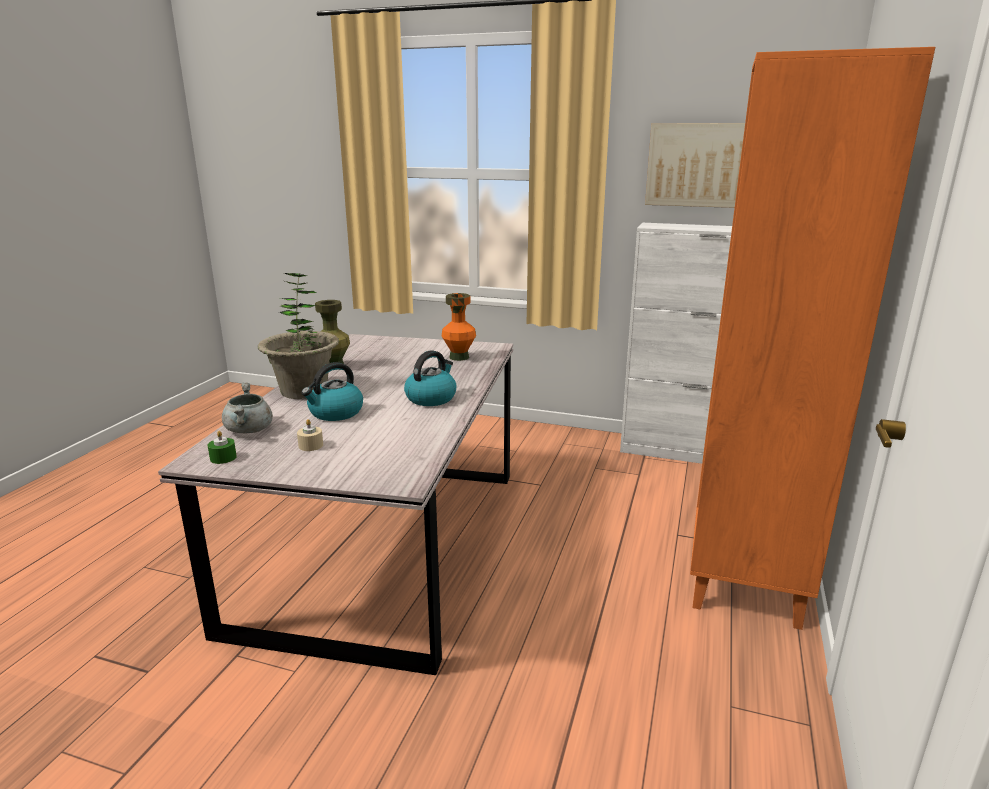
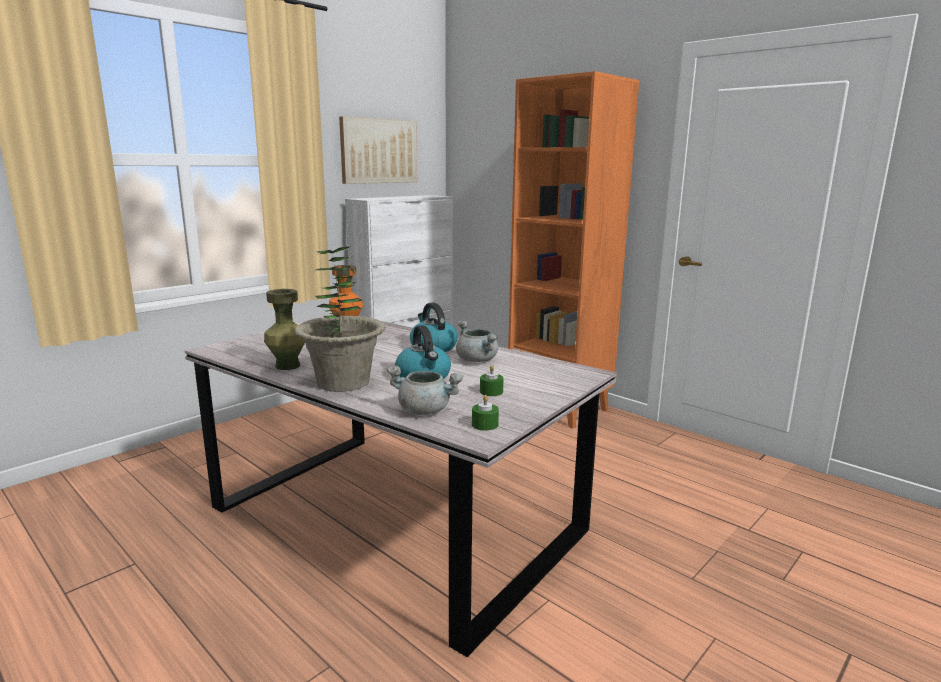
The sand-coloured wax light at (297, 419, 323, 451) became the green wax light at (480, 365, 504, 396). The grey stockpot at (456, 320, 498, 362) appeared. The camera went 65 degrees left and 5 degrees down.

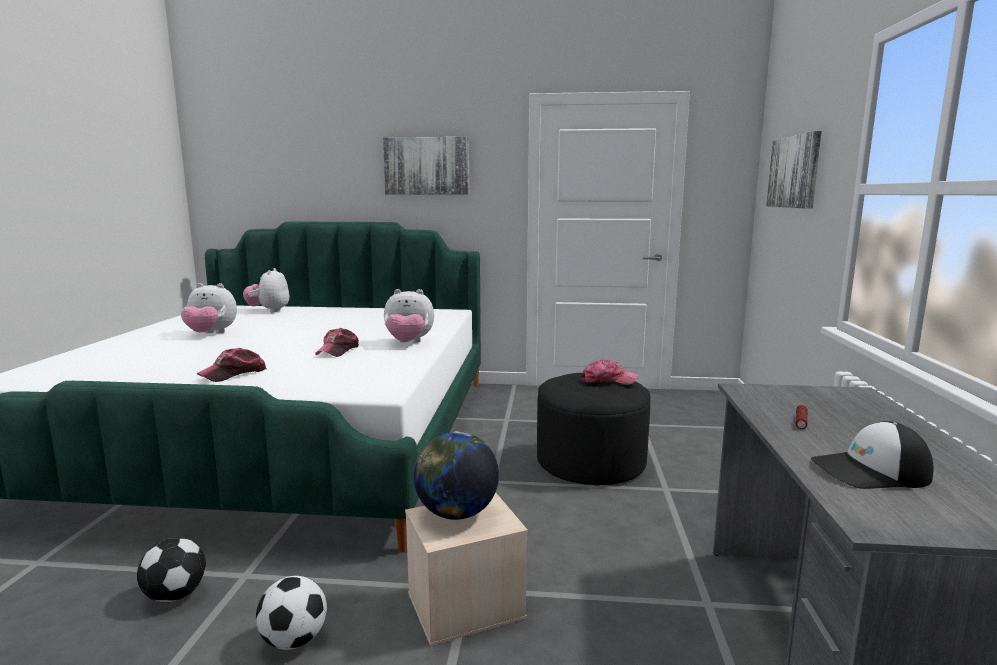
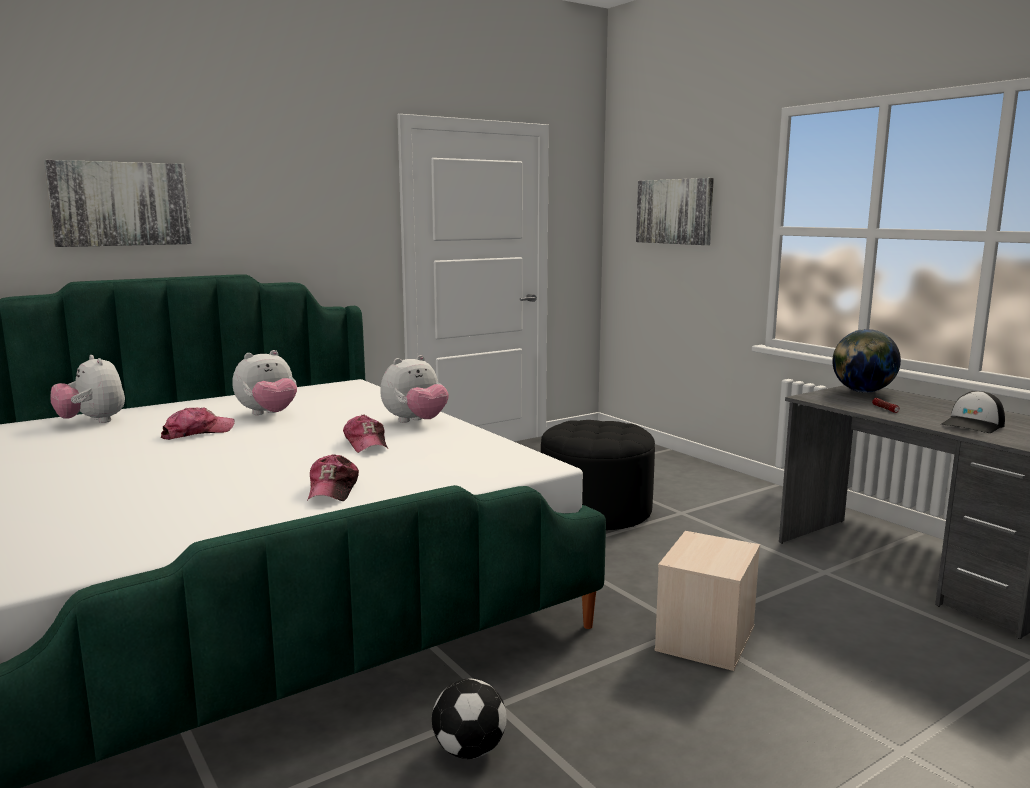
The wall art moved from (383, 137, 469, 194) to (44, 160, 192, 247). The cuddly toy moved from (181, 283, 237, 333) to (232, 350, 297, 415). The peaked cap moved from (581, 360, 638, 385) to (161, 408, 235, 440). The globe moved from (414, 431, 499, 520) to (832, 329, 901, 393). The ball for football at (256, 576, 327, 650) disappeared. The camera went 40 degrees left and 0 degrees up.

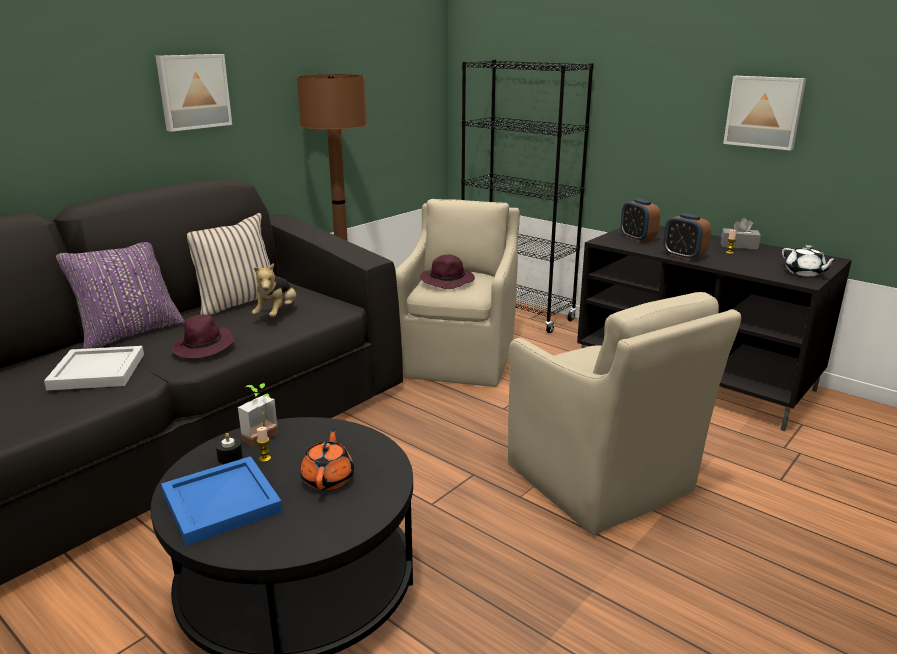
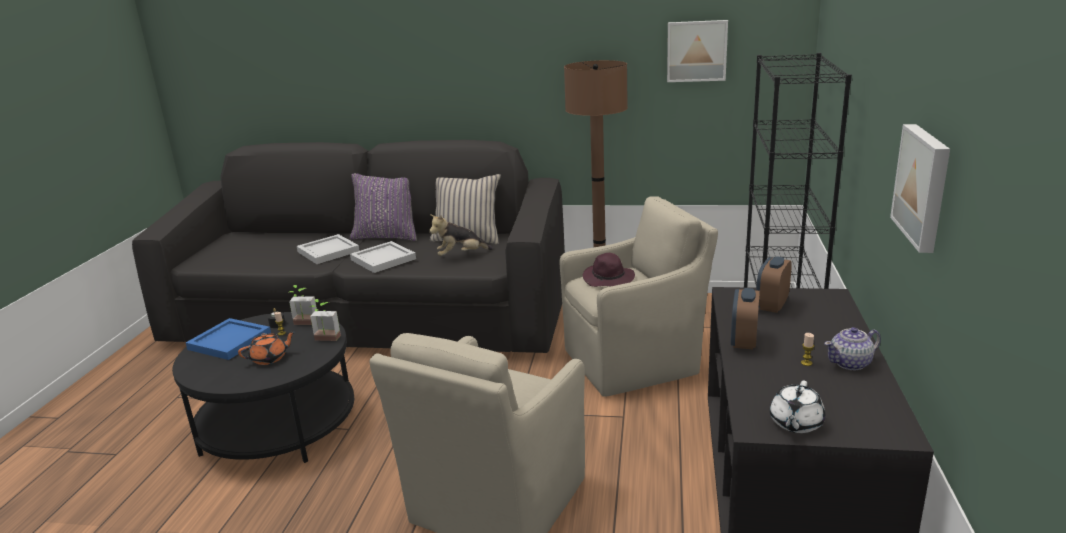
The wall art moved from (156, 54, 232, 132) to (667, 20, 728, 82). The grey box of tissues at (721, 218, 761, 250) was replaced by the pot for tea at (824, 327, 881, 370). The purple hat at (171, 315, 235, 359) was replaced by the whitish serving tray at (350, 241, 416, 273). The potted plant at (310, 299, 341, 341) appeared. The camera went 60 degrees right and 0 degrees up.

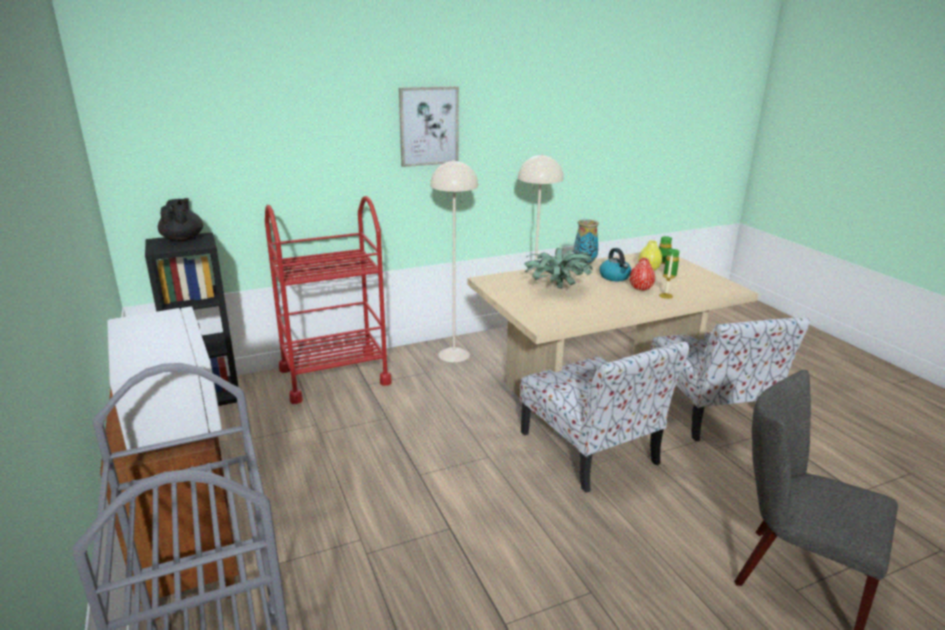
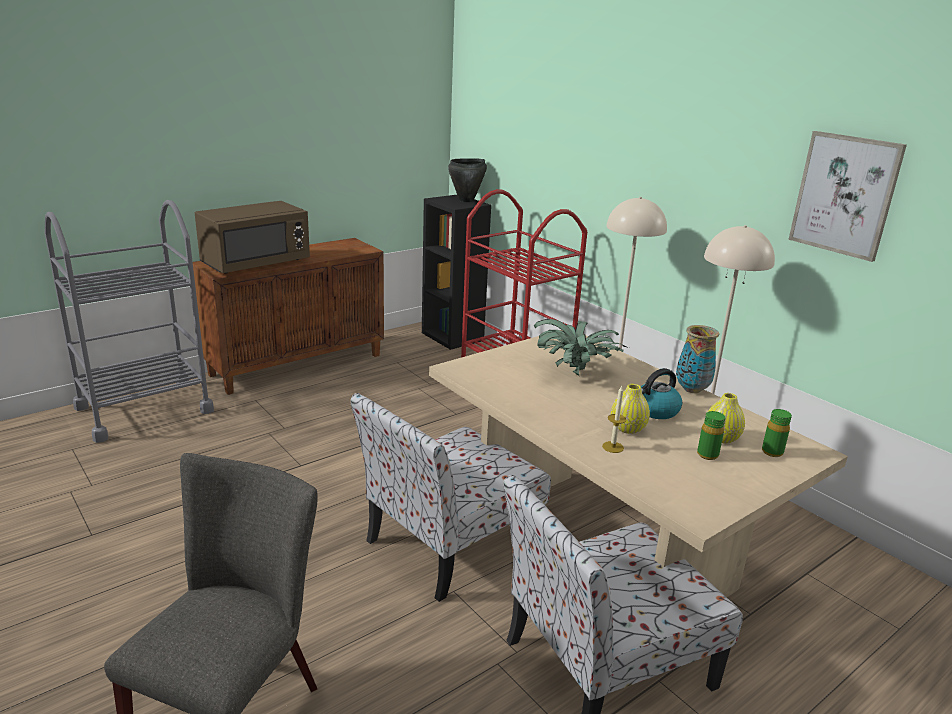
The wall art moved from (399, 86, 459, 167) to (788, 131, 907, 262). The blackish pot for tea at (158, 198, 203, 241) was replaced by the blackish stockpot at (448, 159, 487, 202). The red-coloured vase at (629, 258, 655, 291) became the yellow-coloured vase at (611, 384, 650, 434). The whitish kitchen microwave at (107, 306, 222, 450) became the brownish kitchen microwave at (195, 201, 310, 274). The camera went 75 degrees right and 0 degrees up.

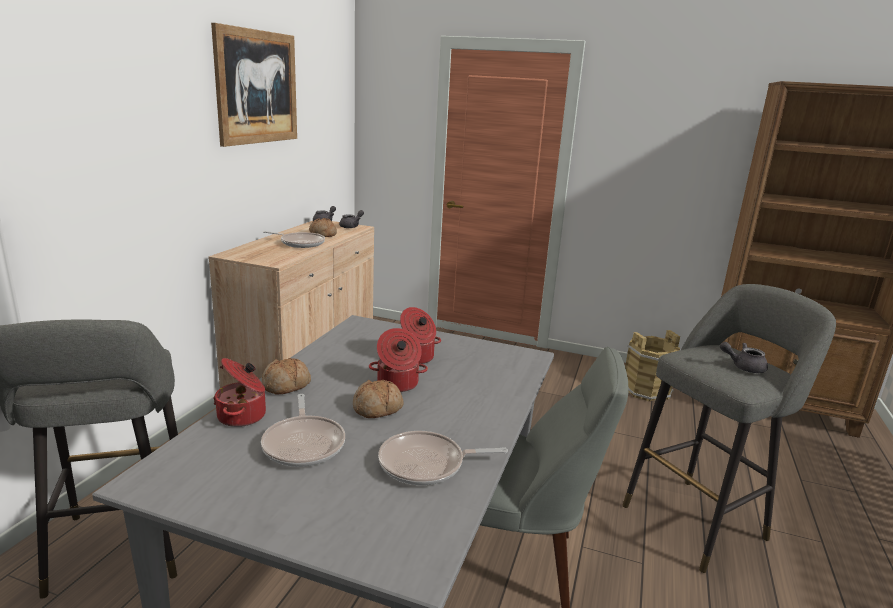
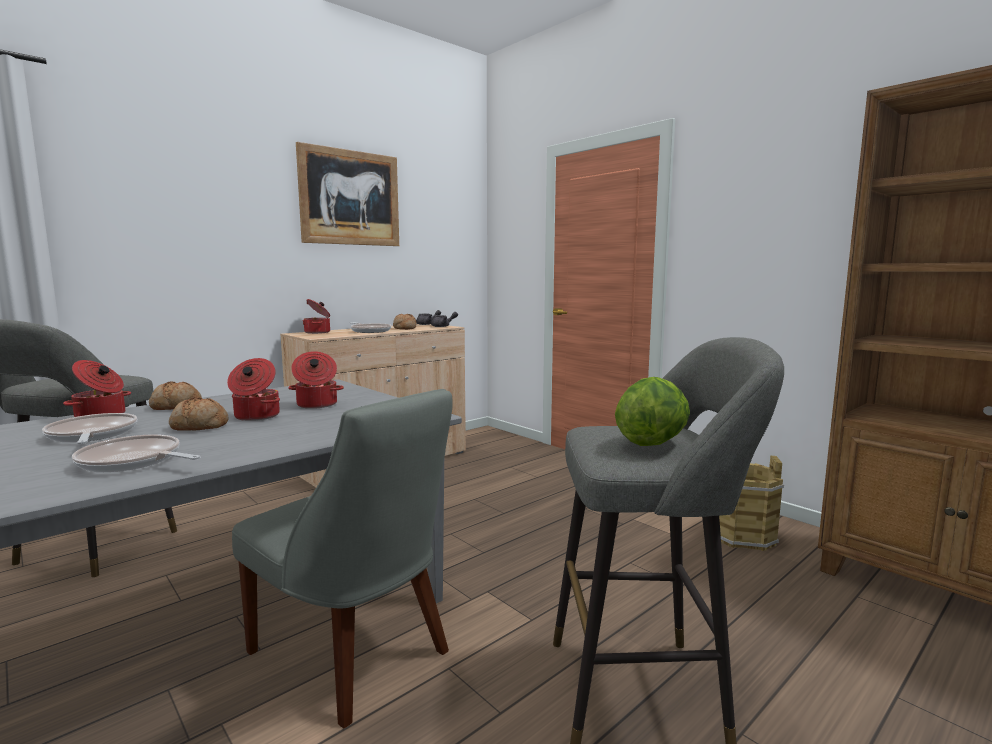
The grey pot for tea at (720, 342, 768, 373) was replaced by the lettuce head at (615, 377, 690, 446). The pan at (261, 394, 345, 467) turned 135 degrees clockwise. The stockpot at (303, 299, 330, 334) appeared. The camera went 30 degrees right and 10 degrees down.

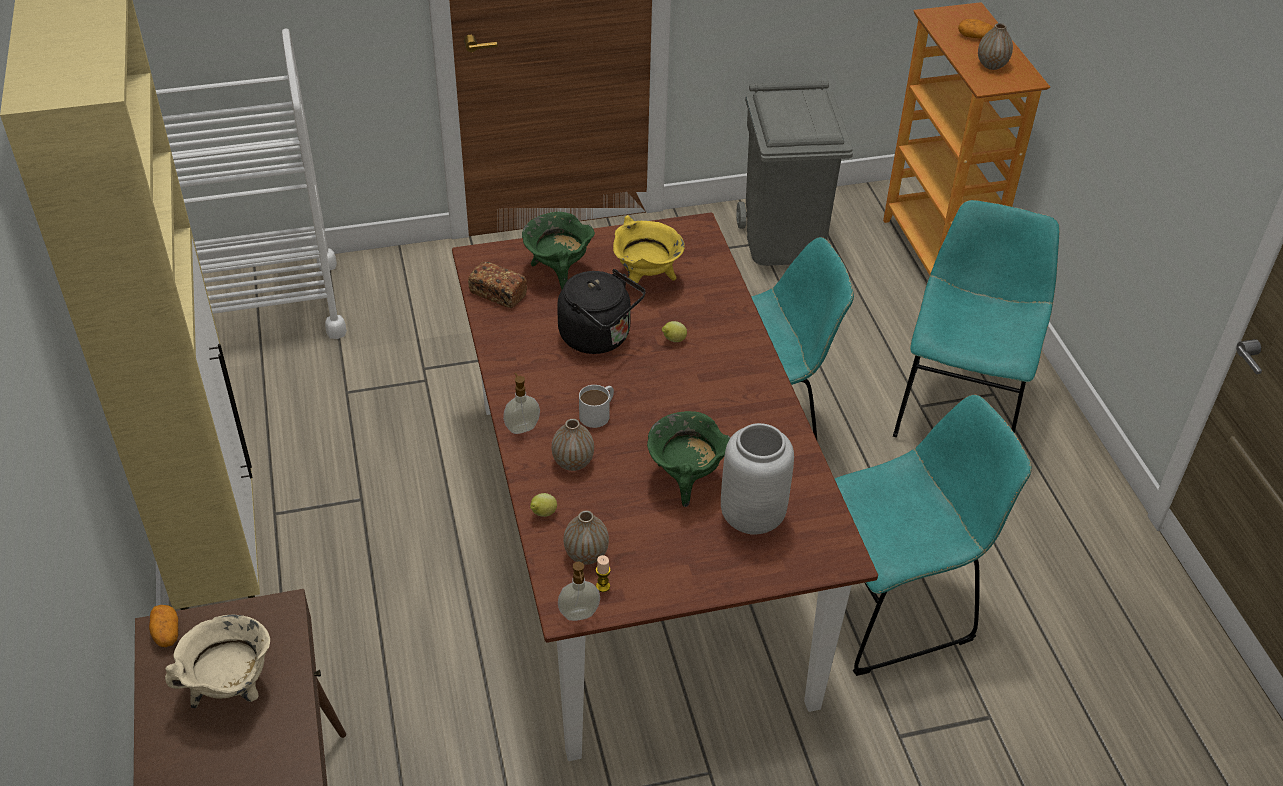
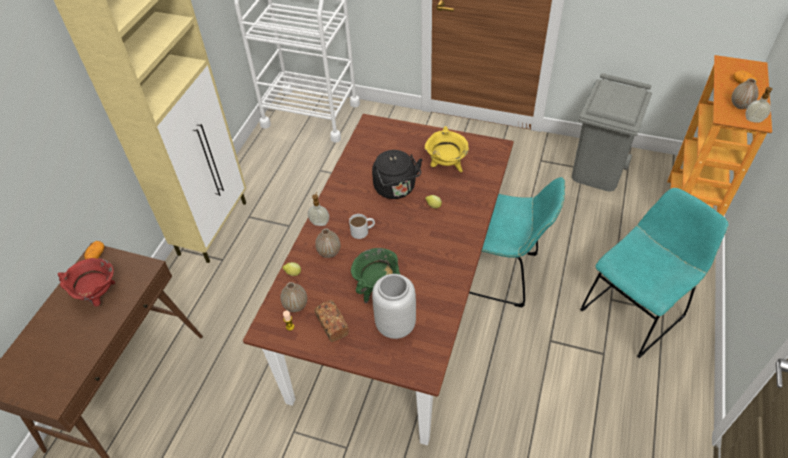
The green stockpot at (522, 212, 595, 290) disappeared. The baked bread moved from (468, 261, 527, 308) to (315, 300, 349, 342). The turquoise plain chair at (835, 395, 1032, 676) disappeared. The soap bottle moved from (558, 562, 600, 621) to (745, 87, 772, 123). The sand-coloured stockpot at (165, 614, 270, 708) became the red-coloured stockpot at (58, 258, 115, 306). The camera went 35 degrees right and 5 degrees up.

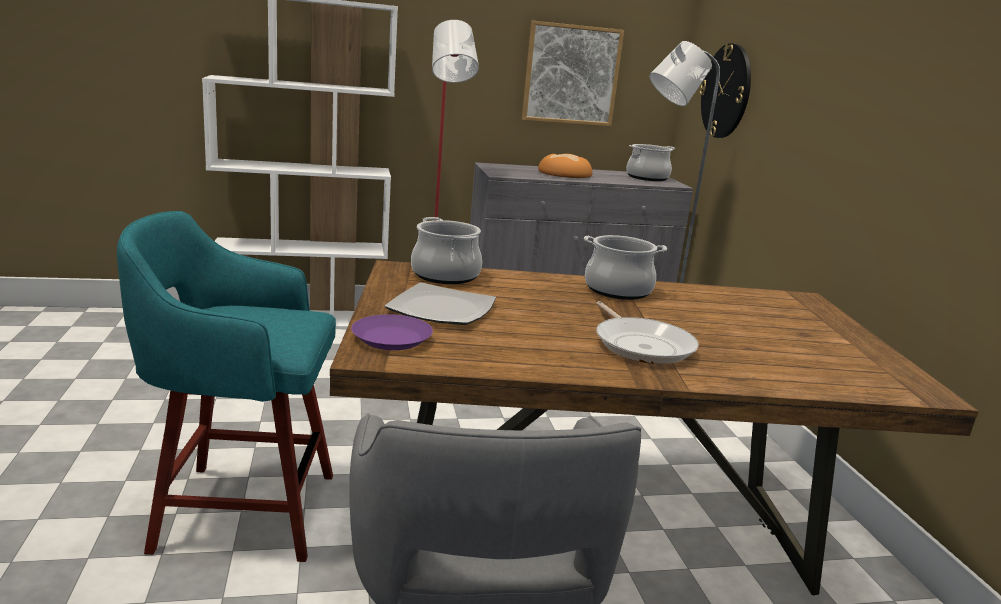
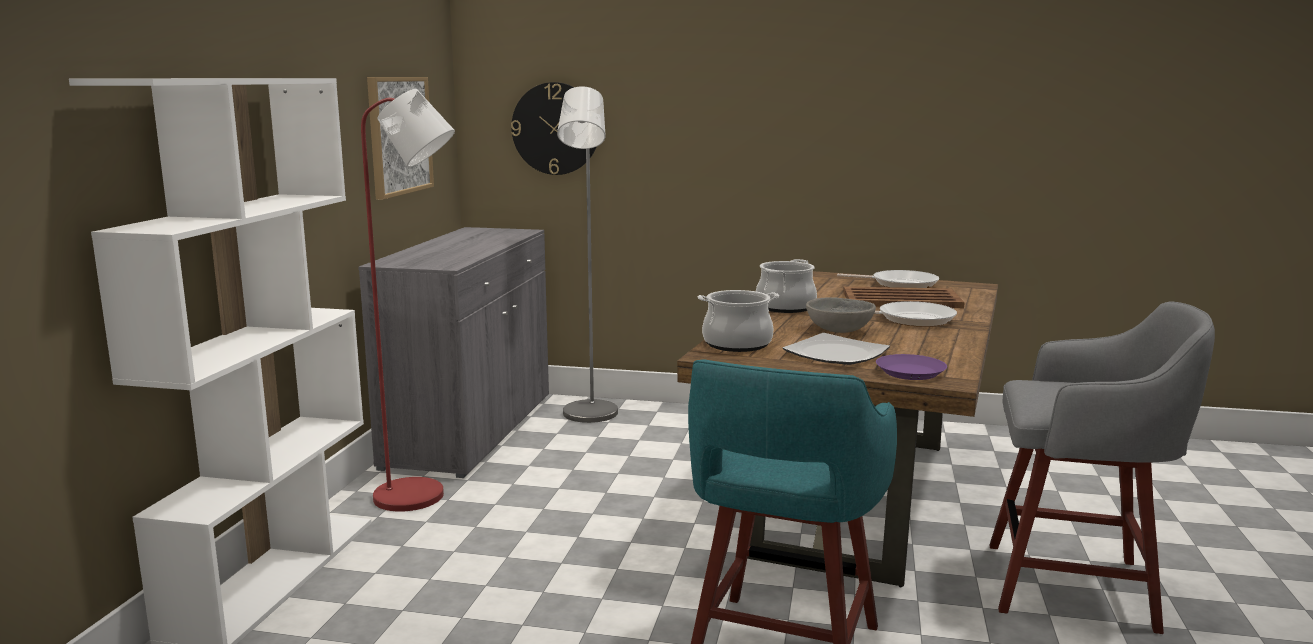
The stockpot at (626, 144, 675, 181) disappeared. The baked bread at (538, 154, 592, 178) disappeared. The pan at (837, 270, 939, 288) appeared. The brownish serving tray at (843, 287, 965, 308) appeared. The grey deep dish at (806, 297, 876, 333) appeared. The camera went 65 degrees left and 5 degrees down.

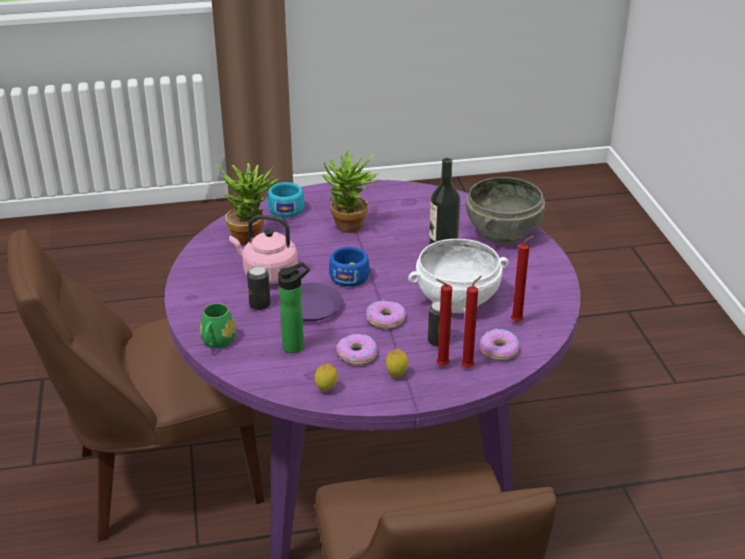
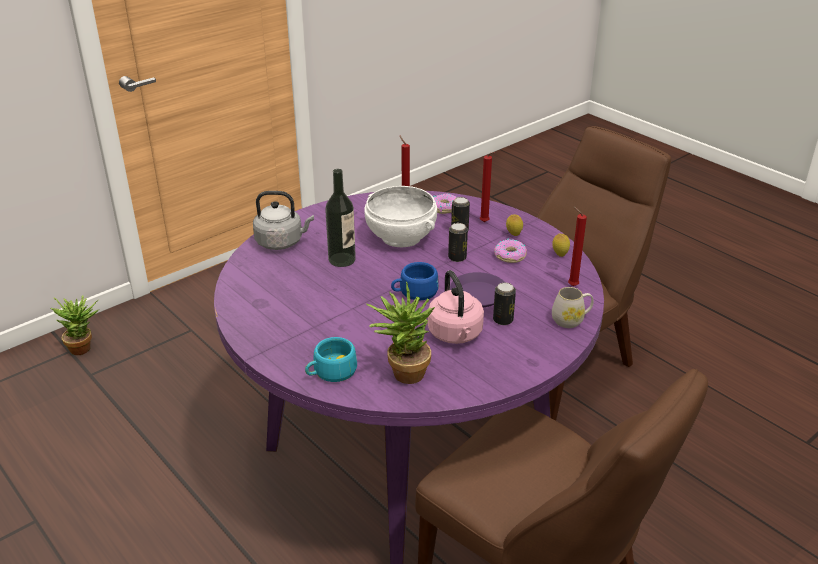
The potted plant moved from (322, 148, 379, 233) to (51, 295, 99, 355). The grey deep dish at (466, 177, 545, 244) was replaced by the grey tea kettle at (253, 191, 314, 250). The bottle at (278, 262, 310, 353) disappeared. The red-coloured wax light moved from (461, 276, 482, 368) to (568, 206, 587, 286). The donut at (366, 300, 406, 329) was replaced by the can at (448, 223, 468, 262). The green coffee mug at (200, 303, 236, 348) became the whitish coffee mug at (552, 287, 594, 328). The camera went 120 degrees left and 0 degrees up.

